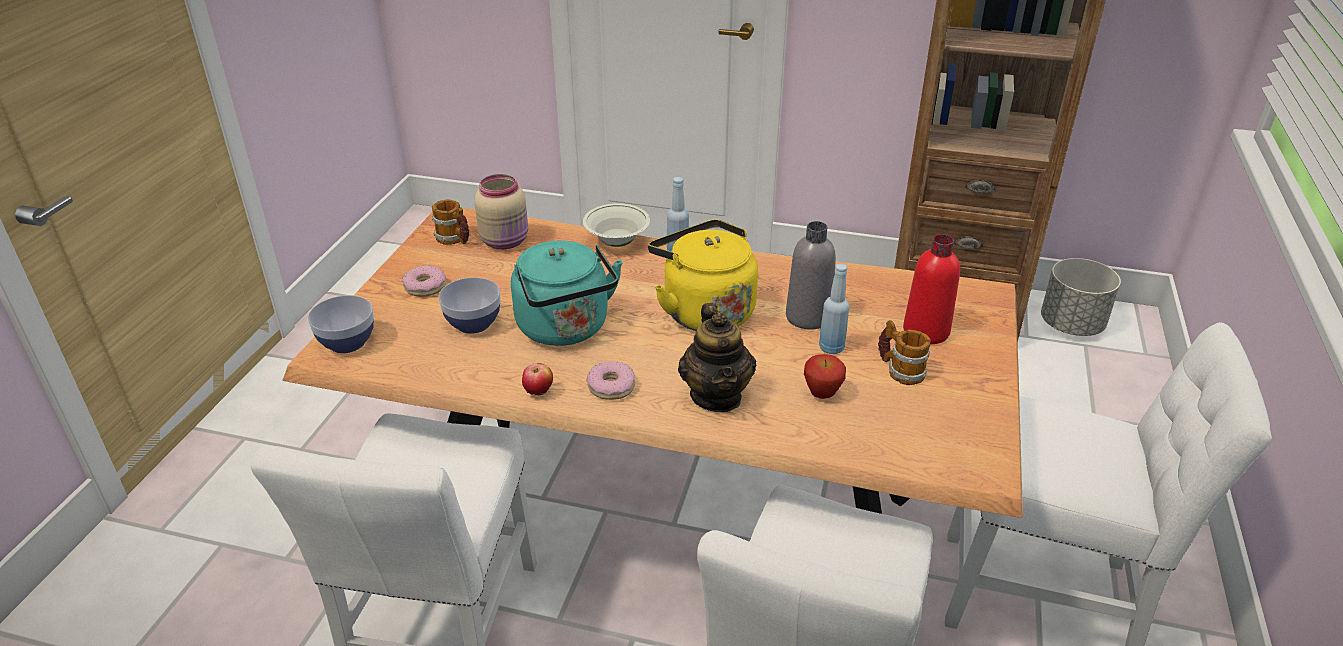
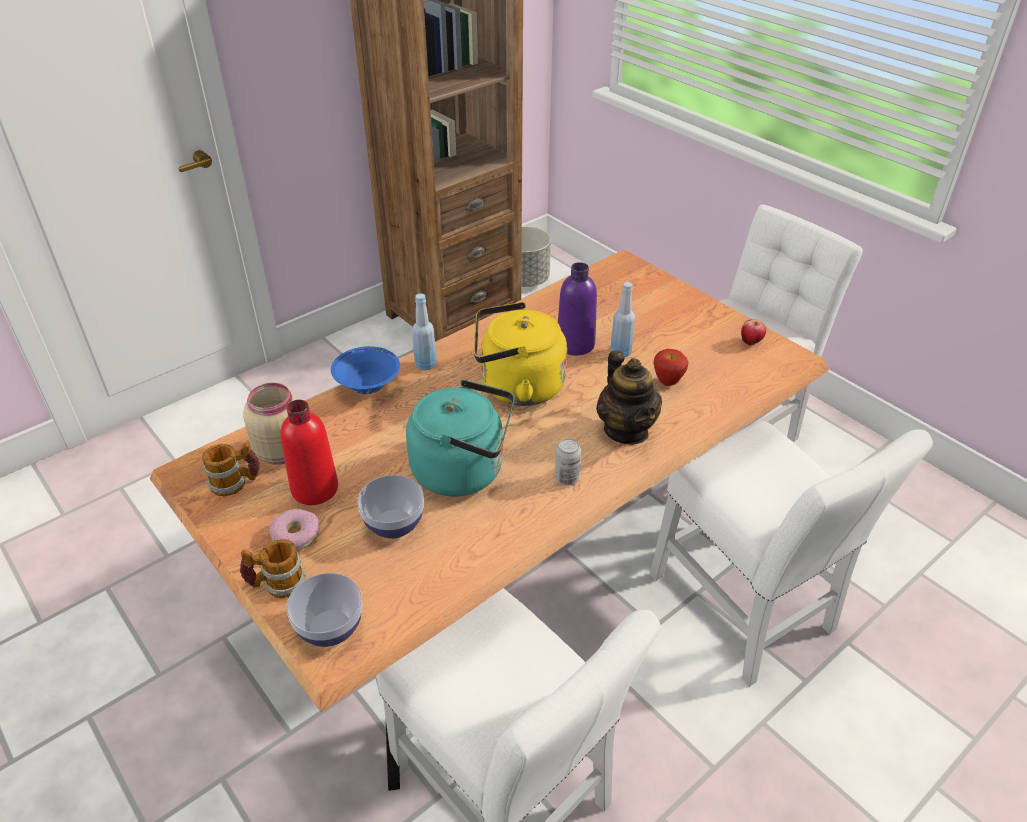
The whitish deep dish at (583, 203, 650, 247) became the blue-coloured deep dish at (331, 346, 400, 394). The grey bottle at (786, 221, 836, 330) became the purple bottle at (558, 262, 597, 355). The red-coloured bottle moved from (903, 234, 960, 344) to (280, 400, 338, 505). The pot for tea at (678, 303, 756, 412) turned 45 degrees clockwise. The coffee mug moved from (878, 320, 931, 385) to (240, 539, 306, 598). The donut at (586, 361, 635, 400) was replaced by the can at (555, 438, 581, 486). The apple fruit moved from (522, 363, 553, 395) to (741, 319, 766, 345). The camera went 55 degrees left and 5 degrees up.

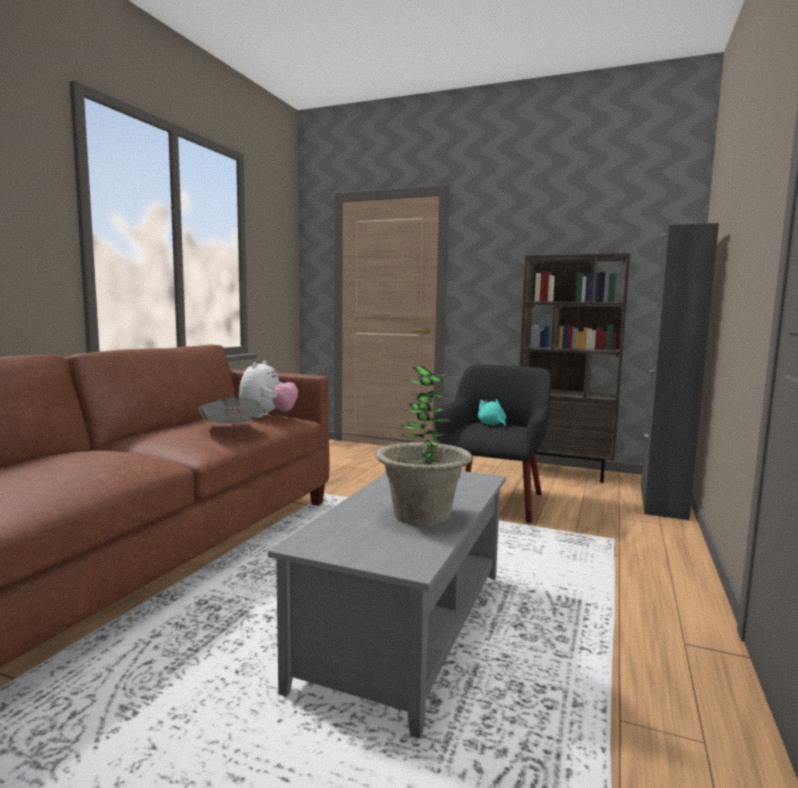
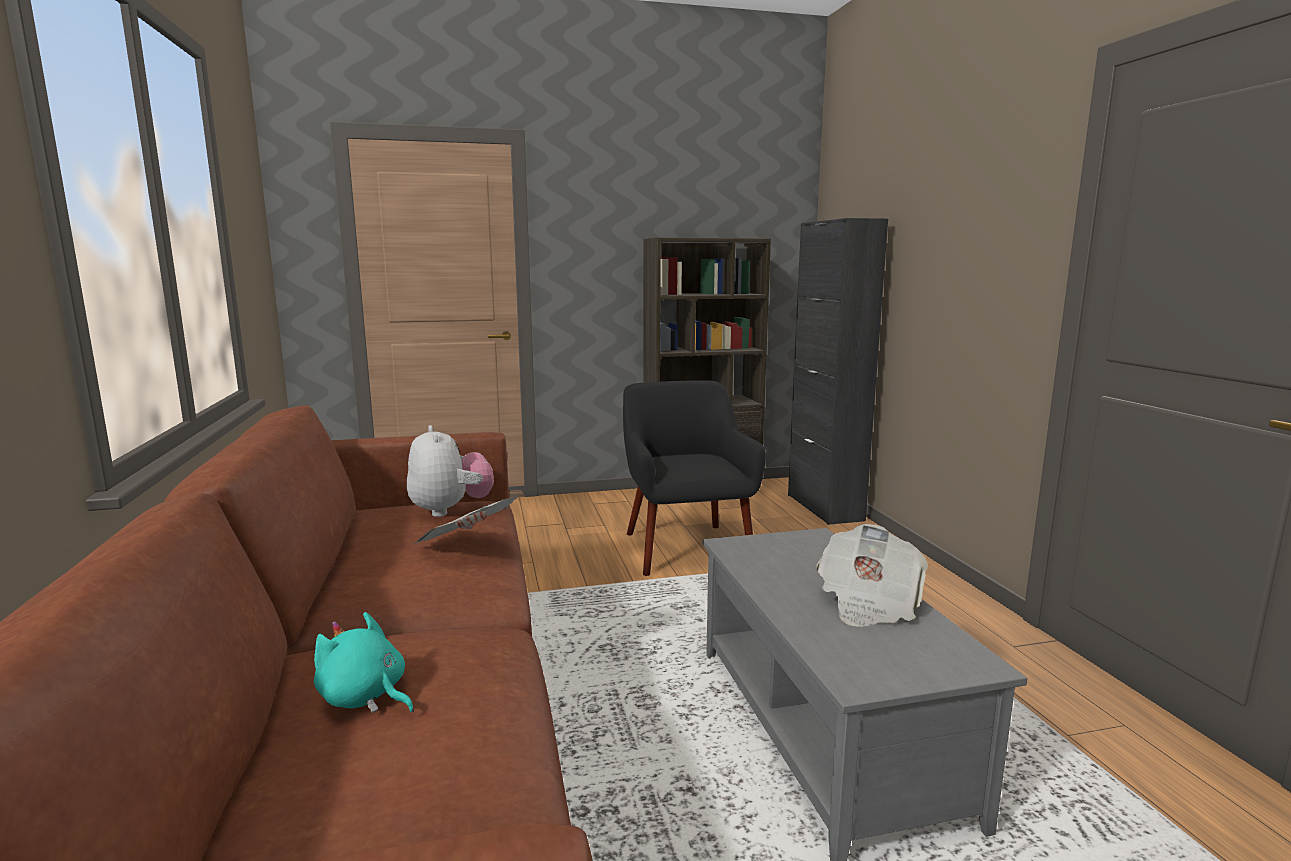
The potted plant at (375, 366, 472, 526) was replaced by the newspaper at (817, 524, 928, 627). The turquoise cuddly toy moved from (478, 399, 506, 427) to (314, 612, 414, 713). The camera went 35 degrees left and 5 degrees up.

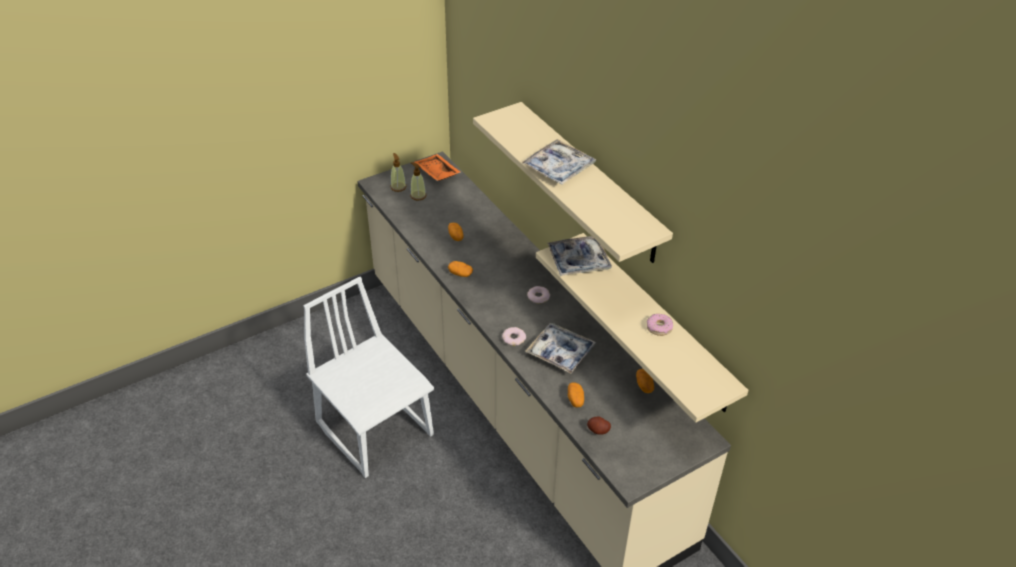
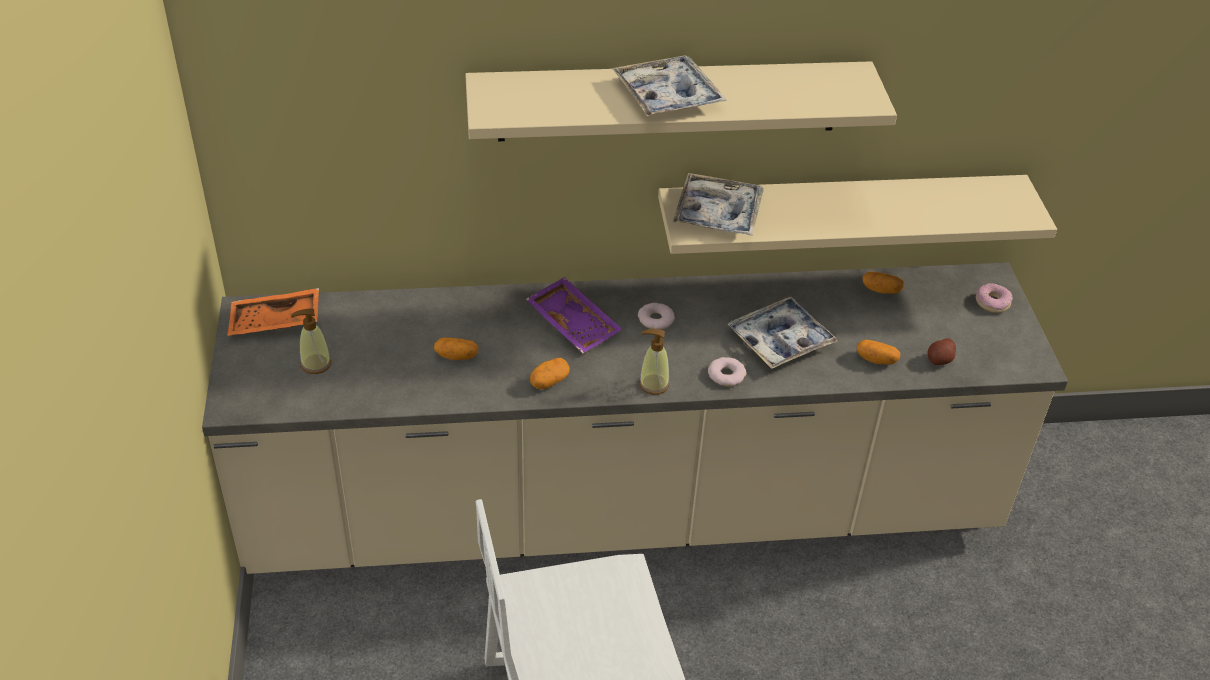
The soap bottle moved from (391, 153, 406, 192) to (639, 329, 670, 395). The donut moved from (647, 314, 673, 336) to (976, 283, 1013, 313). The purple serving tray at (526, 277, 622, 353) appeared. The camera went 65 degrees left and 0 degrees up.

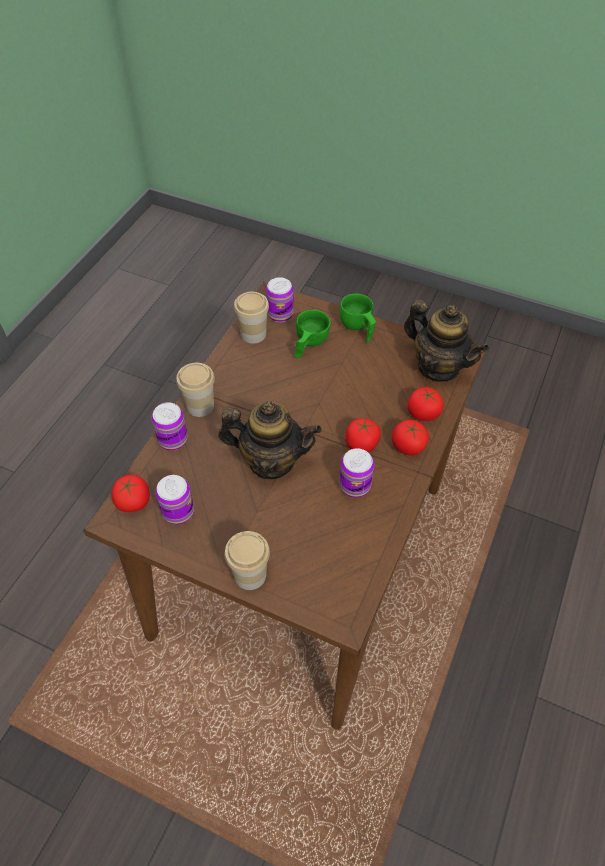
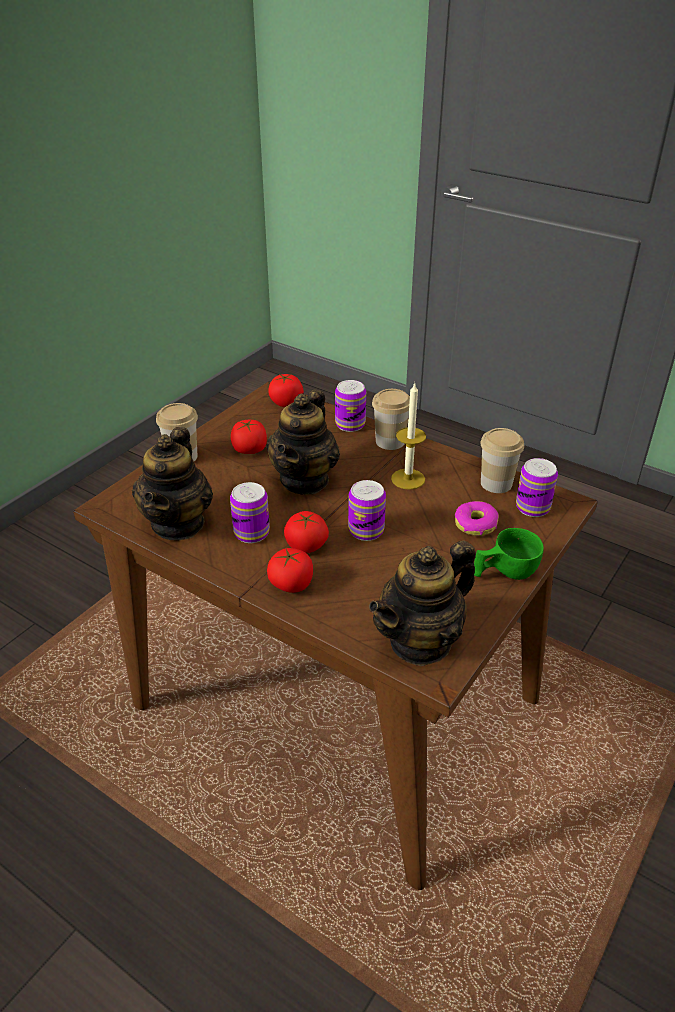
The green cup at (295, 310, 330, 358) was replaced by the donut at (455, 501, 499, 536). The tomato moved from (407, 387, 444, 421) to (231, 420, 267, 454). The can moved from (155, 475, 194, 525) to (348, 480, 386, 541). The wax light at (391, 382, 426, 490) appeared. The pot for tea at (132, 427, 213, 540) appeared. The camera went 100 degrees right and 15 degrees down.

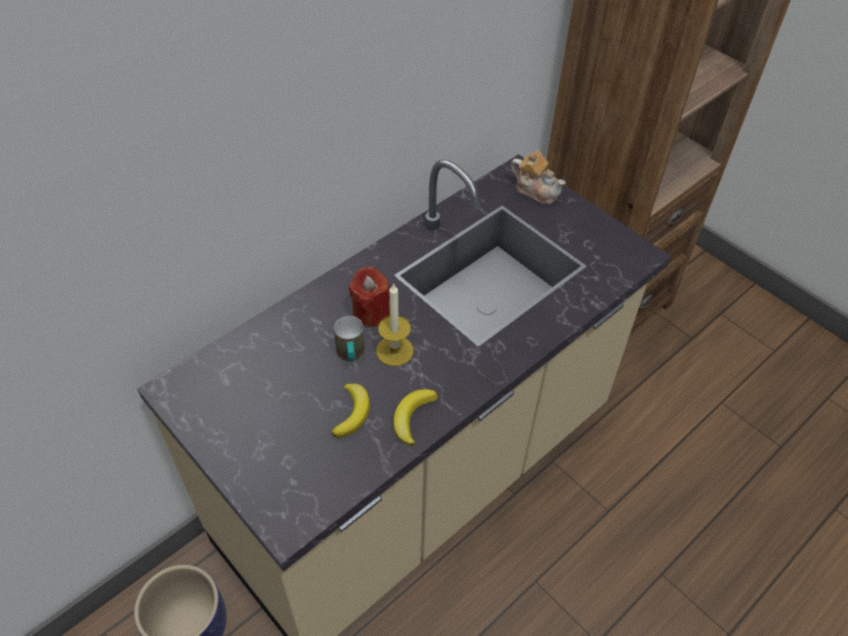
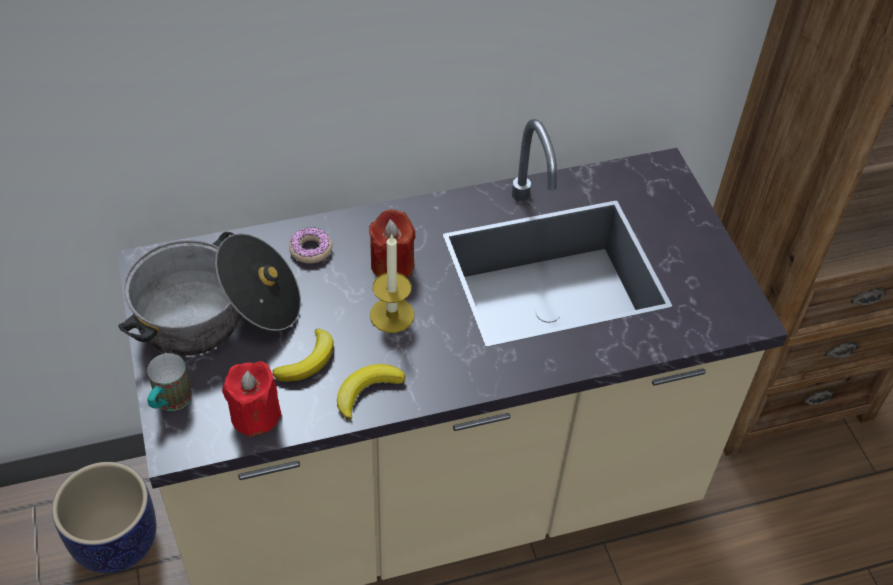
The pot for tea at (511, 151, 566, 204) disappeared. The coffee mug moved from (334, 316, 365, 362) to (147, 353, 192, 411). The donut at (289, 227, 332, 264) appeared. The stockpot at (119, 232, 301, 356) appeared. The red-coloured wax light at (222, 361, 282, 437) appeared. The camera went 25 degrees right and 0 degrees up.

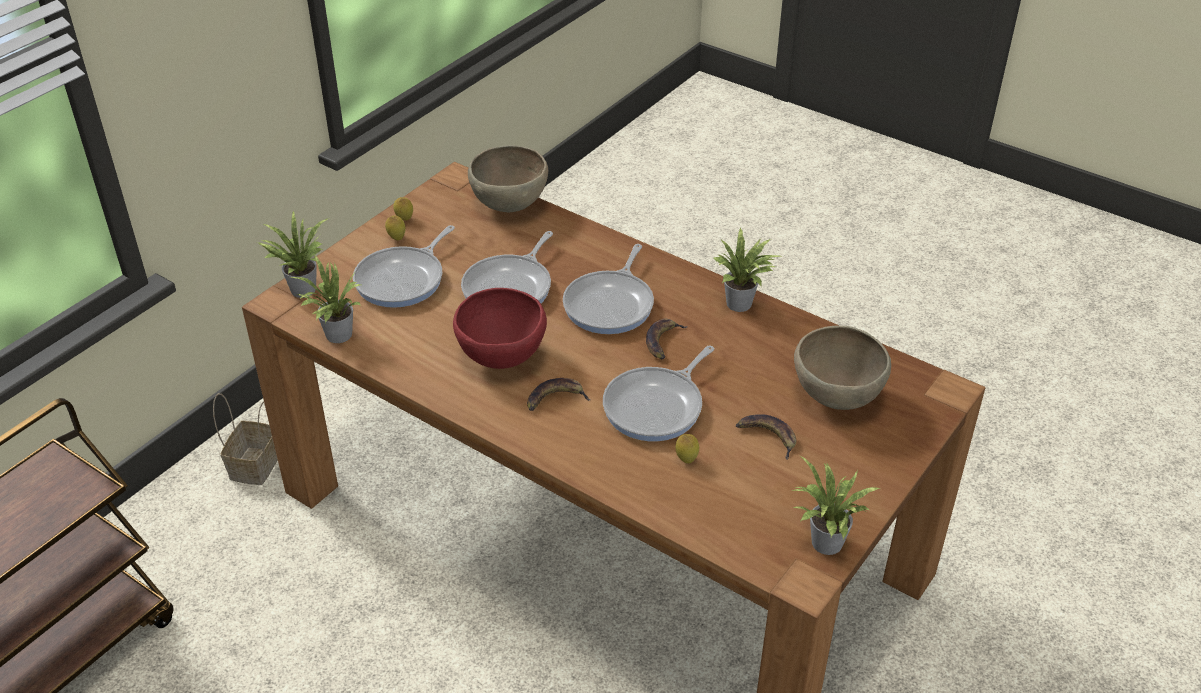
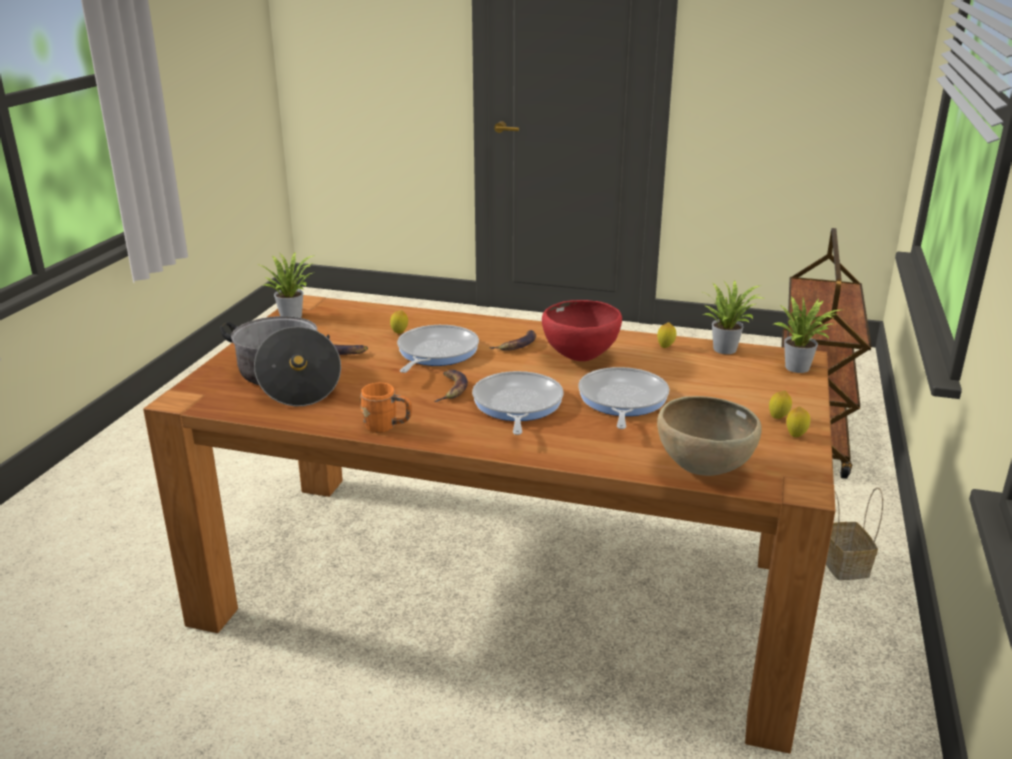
The pan at (353, 225, 455, 308) disappeared. The potted plant at (714, 228, 780, 312) was replaced by the orange-coloured coffee mug at (360, 383, 412, 433). The brownish deep dish at (794, 326, 891, 410) was replaced by the stockpot at (220, 316, 341, 406). The lemon at (657, 322, 677, 348) appeared. The camera went 160 degrees right and 15 degrees down.

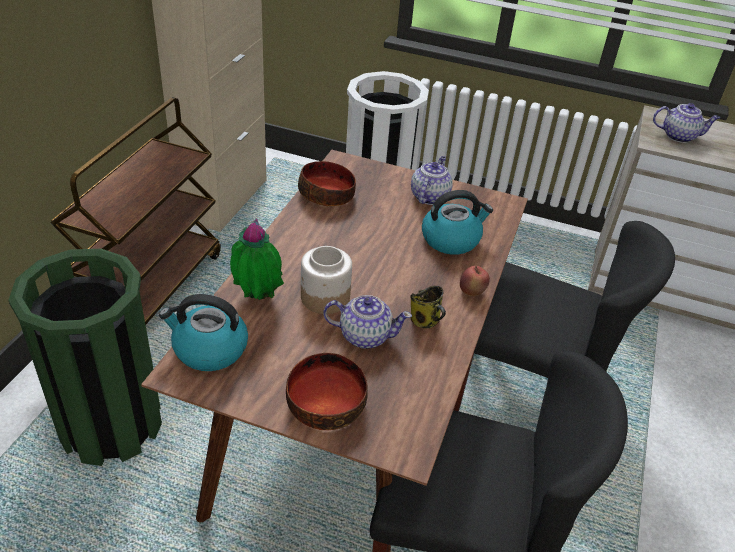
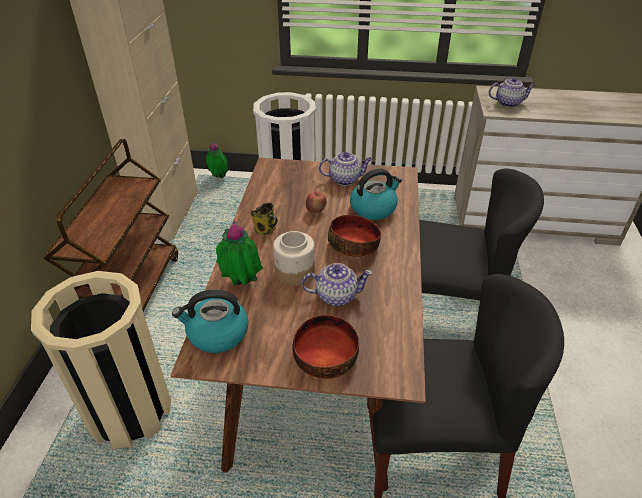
The pot for tea at (411, 156, 453, 205) turned 75 degrees clockwise. The deep dish moved from (298, 161, 356, 206) to (328, 215, 381, 257). The green rubbish bin at (8, 249, 162, 466) became the sand-coloured rubbish bin at (31, 271, 171, 449). The apple fruit moved from (460, 266, 490, 296) to (306, 191, 326, 213). The coffee mug moved from (410, 286, 446, 328) to (251, 203, 278, 235). The potted plant at (206, 142, 229, 178) appeared. The camera went 10 degrees left and 0 degrees up.

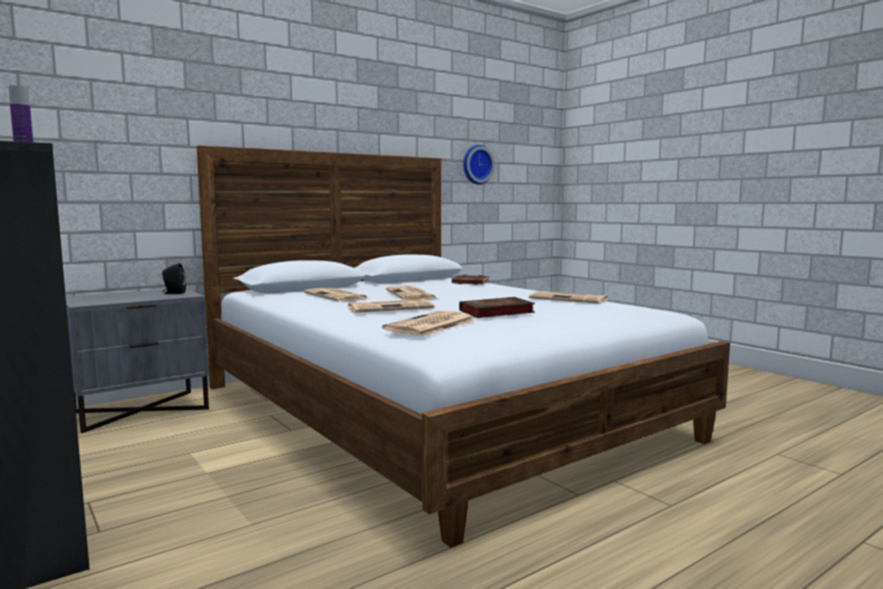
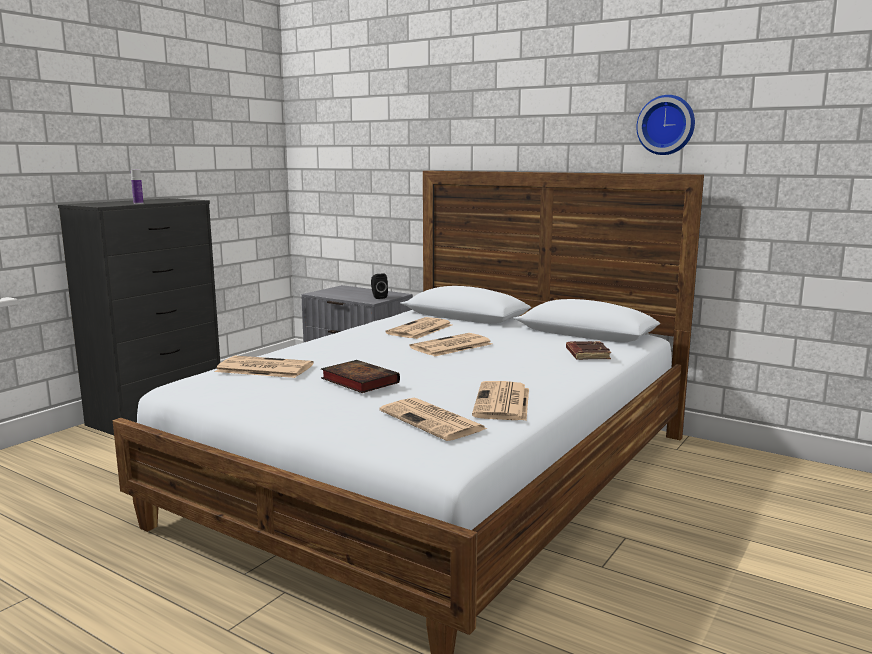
The clock on the wall moved from (463, 145, 495, 185) to (636, 95, 695, 155). The newspaper moved from (348, 299, 434, 313) to (379, 398, 487, 441). The camera went 70 degrees right and 5 degrees up.

